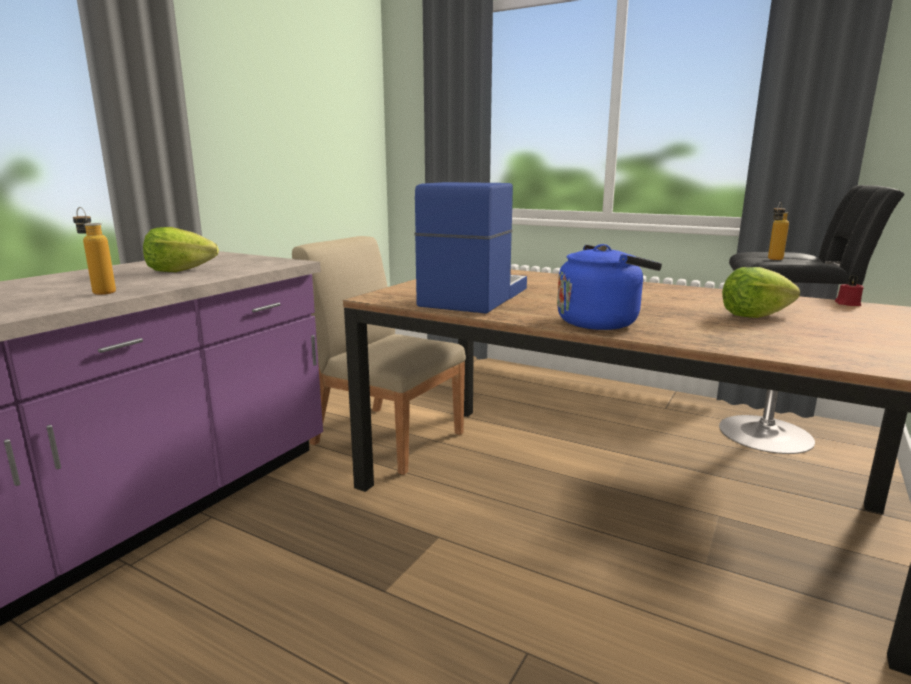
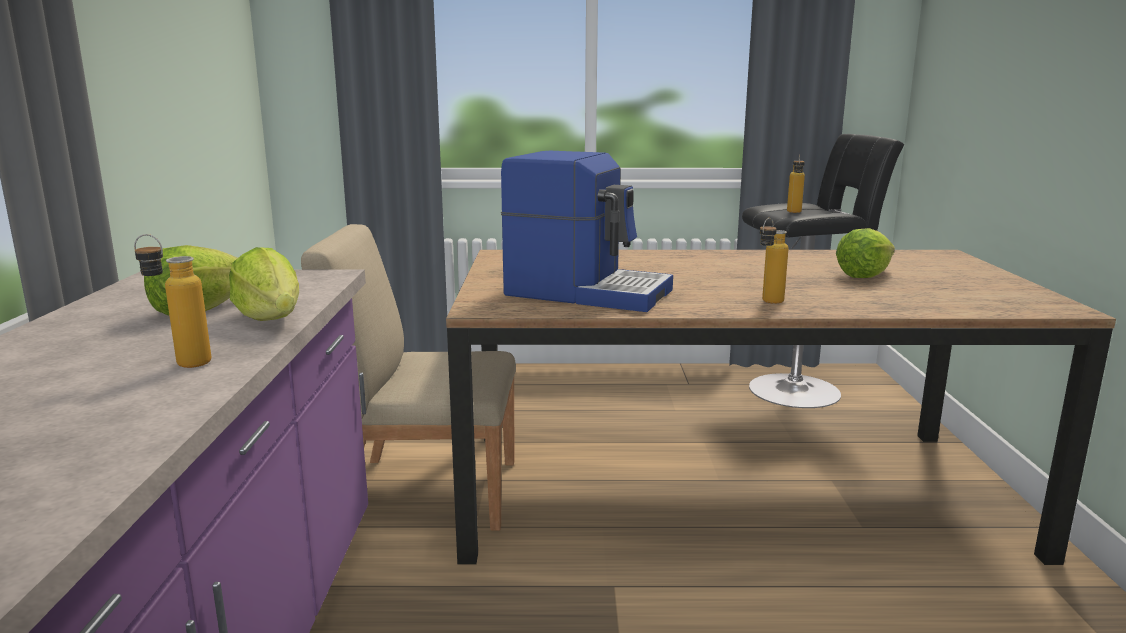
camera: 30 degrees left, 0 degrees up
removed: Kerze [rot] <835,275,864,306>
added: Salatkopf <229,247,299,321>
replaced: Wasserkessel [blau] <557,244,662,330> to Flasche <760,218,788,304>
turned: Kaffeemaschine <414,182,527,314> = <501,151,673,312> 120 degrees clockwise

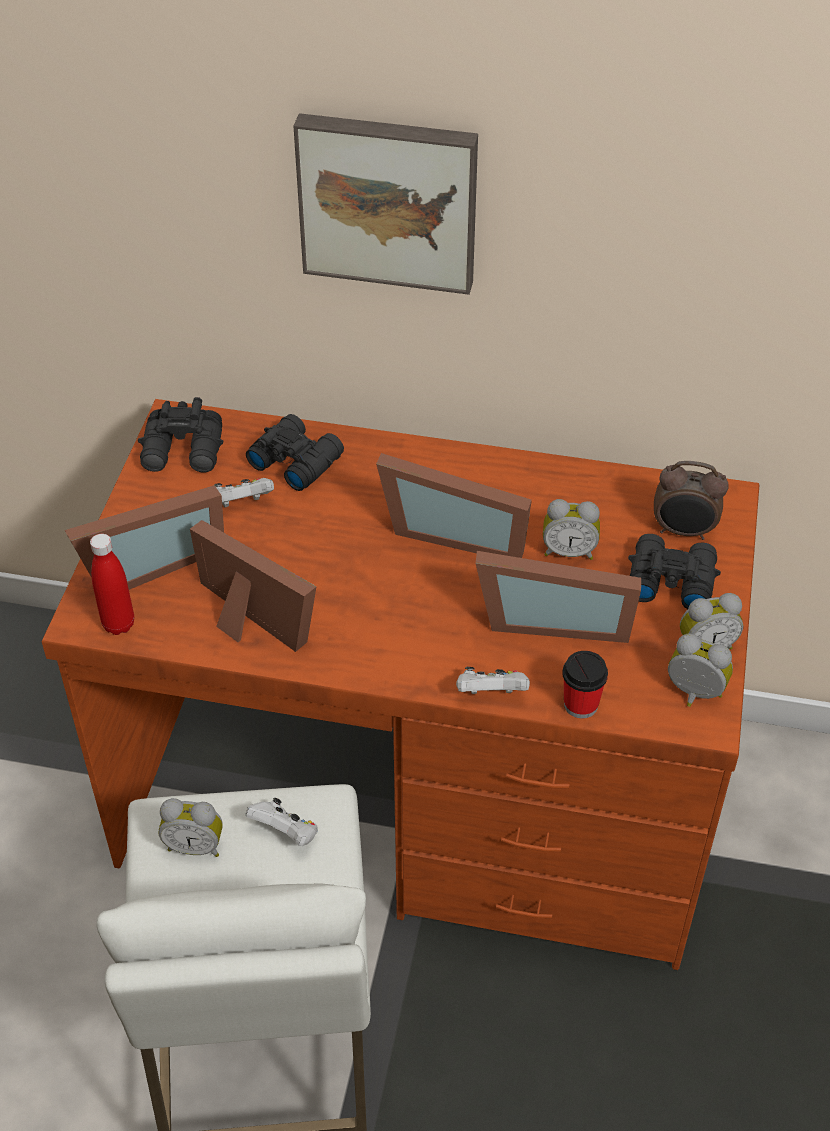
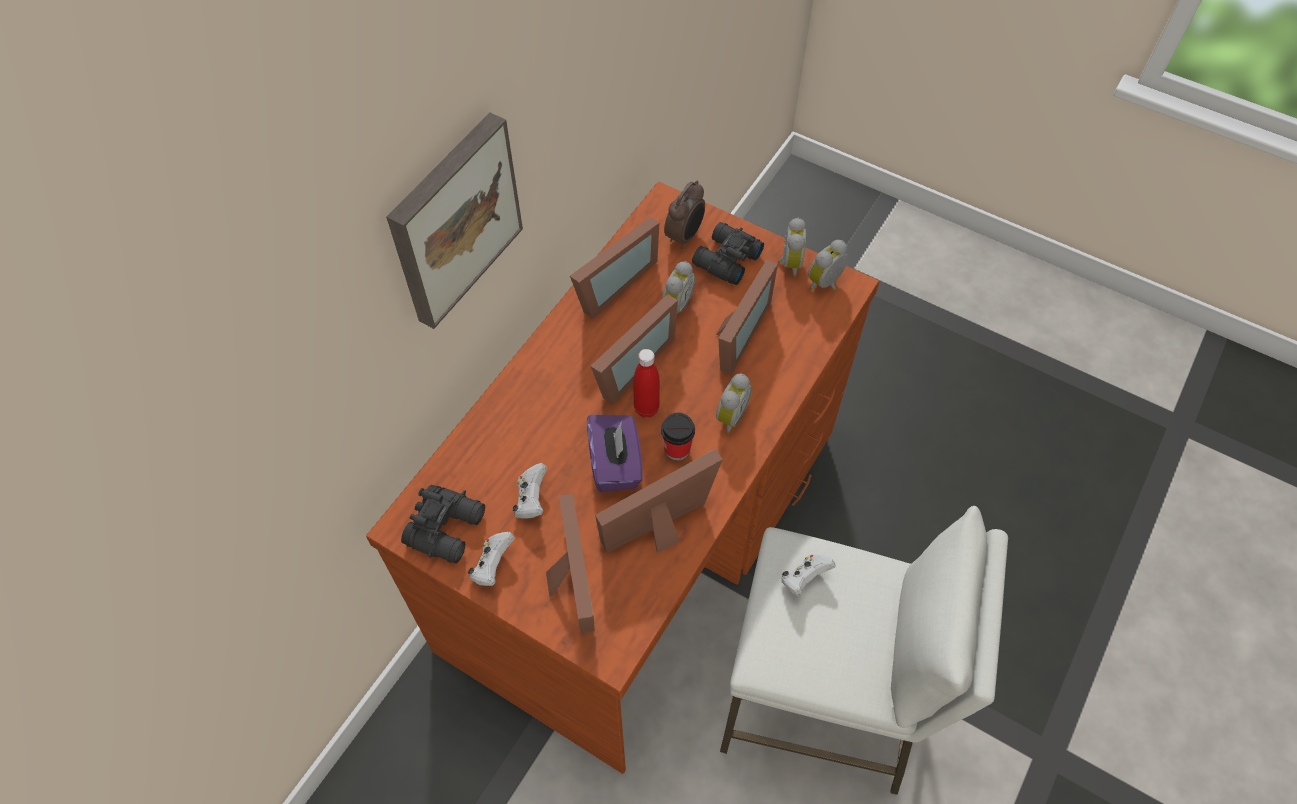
camera: 70 degrees left, 10 degrees up
removed: Fernglas [schwarz] <246,414,344,491>
added: Bilderrahmen <570,217,659,319>; Taschentuchbox [lila] <587,415,643,492>
moved: Flasche [rot] <90,534,134,635> to <634,349,660,417>; Tasse <562,651,608,718> to <661,413,695,461>; Gamepad [weiß] <456,667,530,694> to <468,532,515,586>; Wecker <159,798,223,857> to <716,374,752,434>

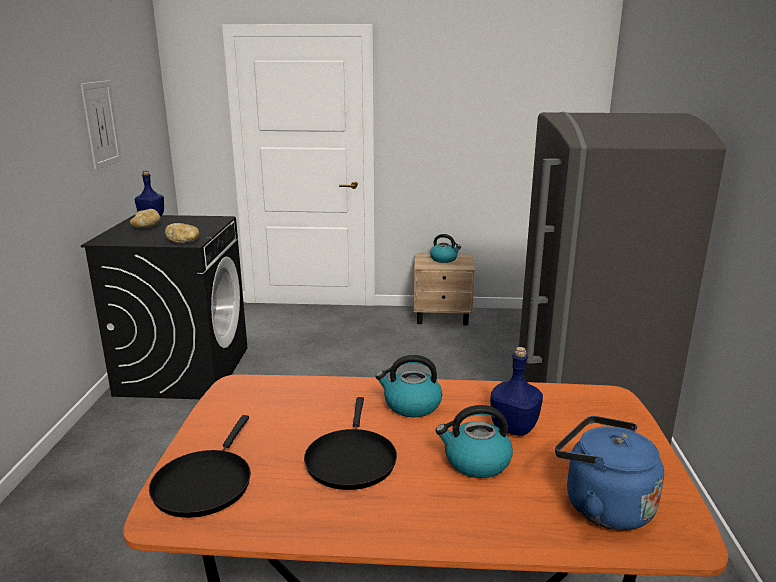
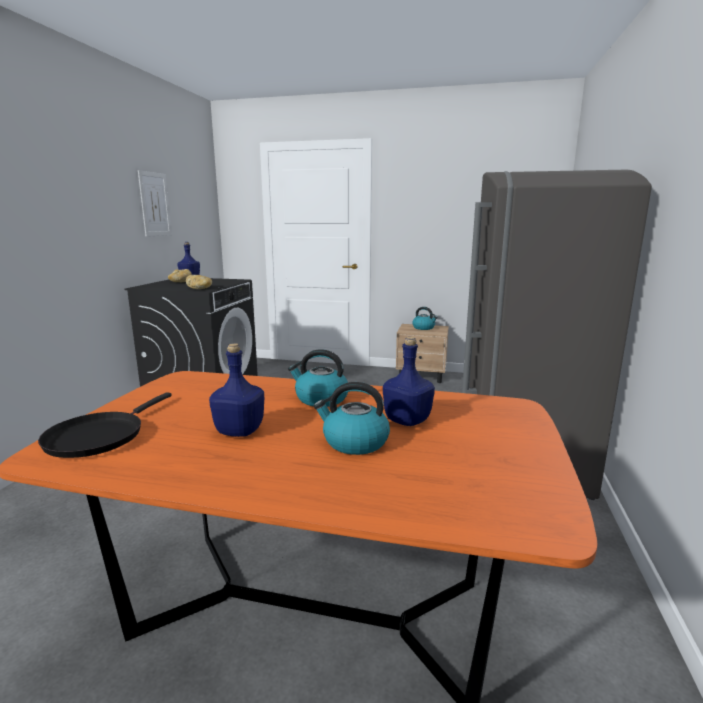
camera: 10 degrees right, 5 degrees down
removed: Wasserkessel [blau] <555,416,664,530>
replaced: Pfanne [schwarz] <304,397,397,490> to Flasche [blau] <209,343,264,437>

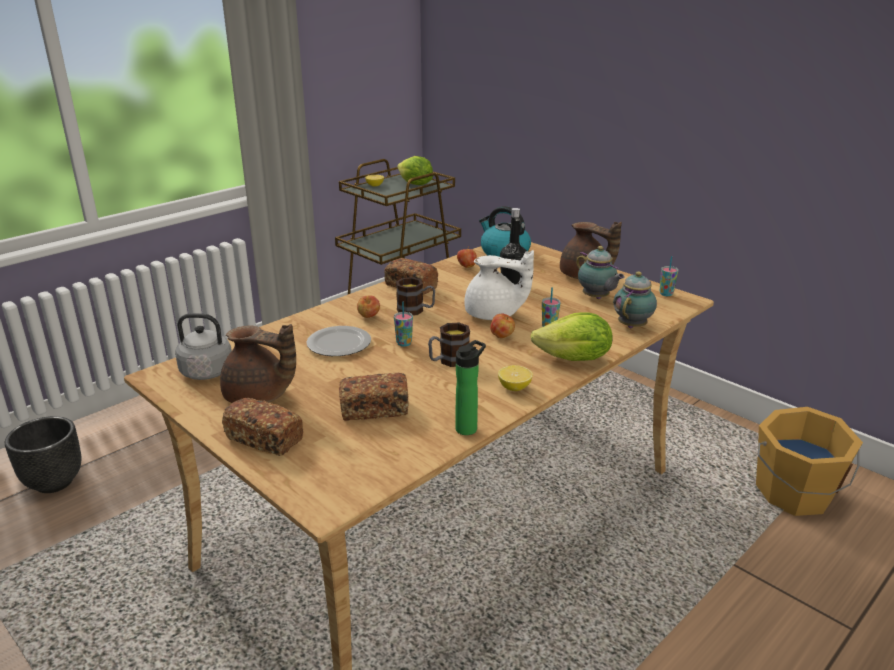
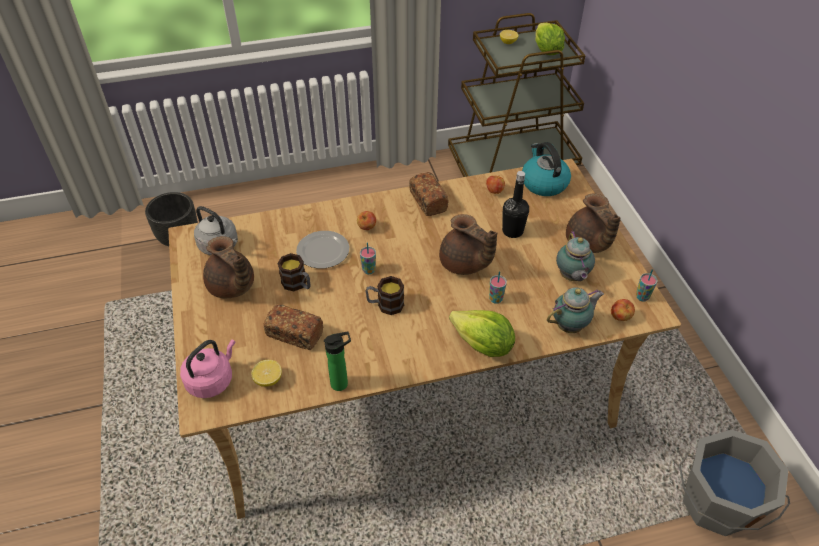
camera: 30 degrees right, 20 degrees up
removed: Brot <222,398,303,456>
added: Wasserkessel [rosa] <180,339,235,398>
moved: Henkelbecher <396,277,435,316> to <277,253,311,291>; Apfel <490,313,515,338> to <611,299,635,321>; Zitrone <498,365,533,391> to <251,360,282,387>
recoloured: Teekanne [weiß] <464,250,534,320> to Teekanne [braun] <439,214,497,275>; Eimer [orange] <756,407,863,516> to Eimer [grau] <679,430,790,536>

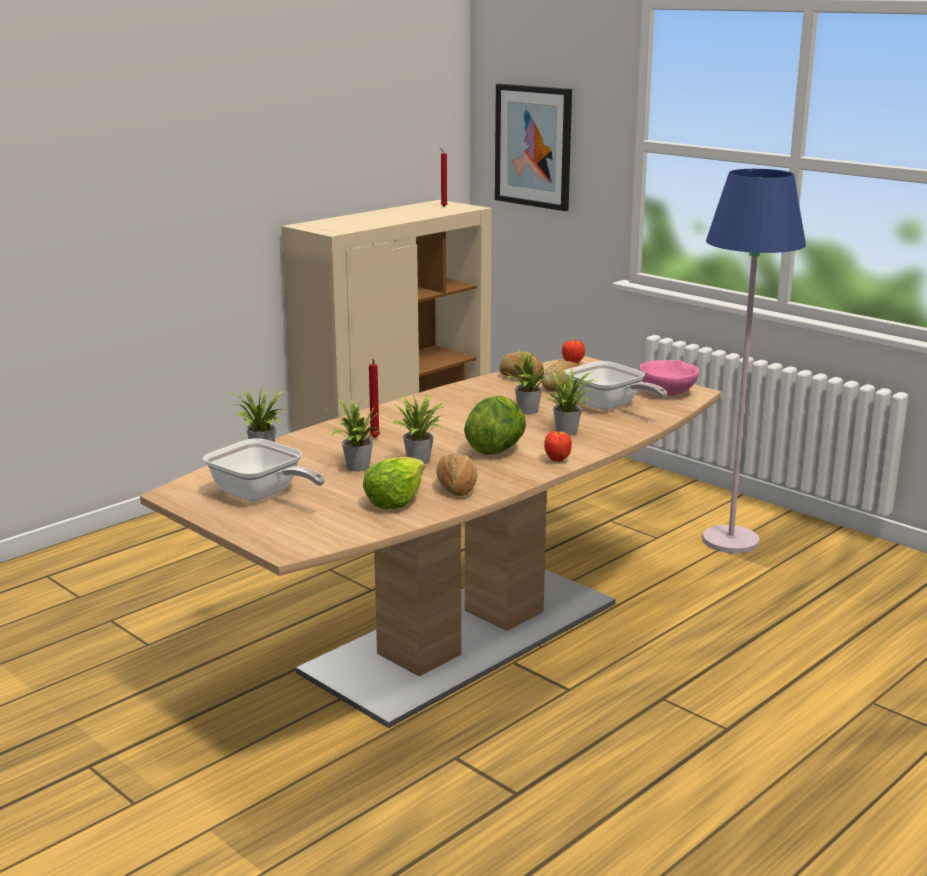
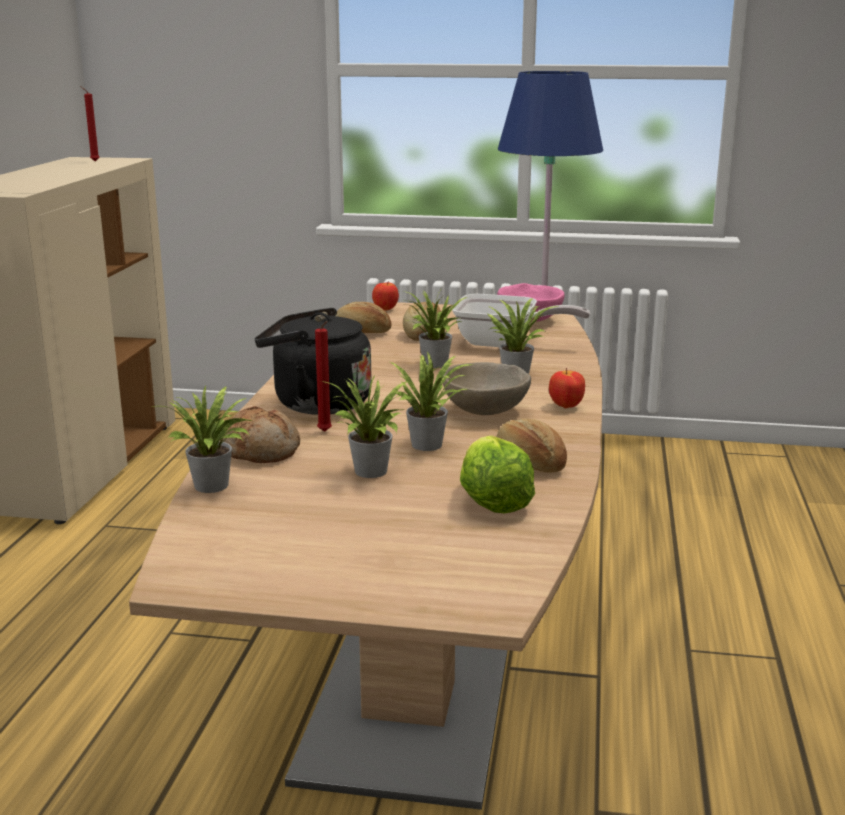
camera: 35 degrees left, 0 degrees up
removed: Bild <495,84,572,211>; Pfanne <203,438,325,502>
added: Wasserkessel [schwarz] <255,308,371,415>; Brot <220,406,300,463>
replaced: Salatkopf <464,396,526,455> to Schüssel [beige] <442,362,531,415>

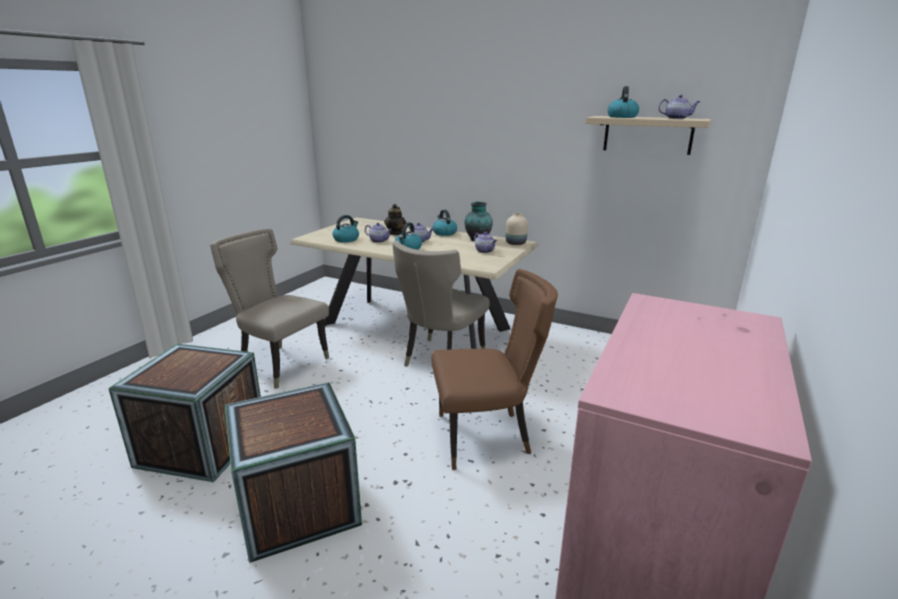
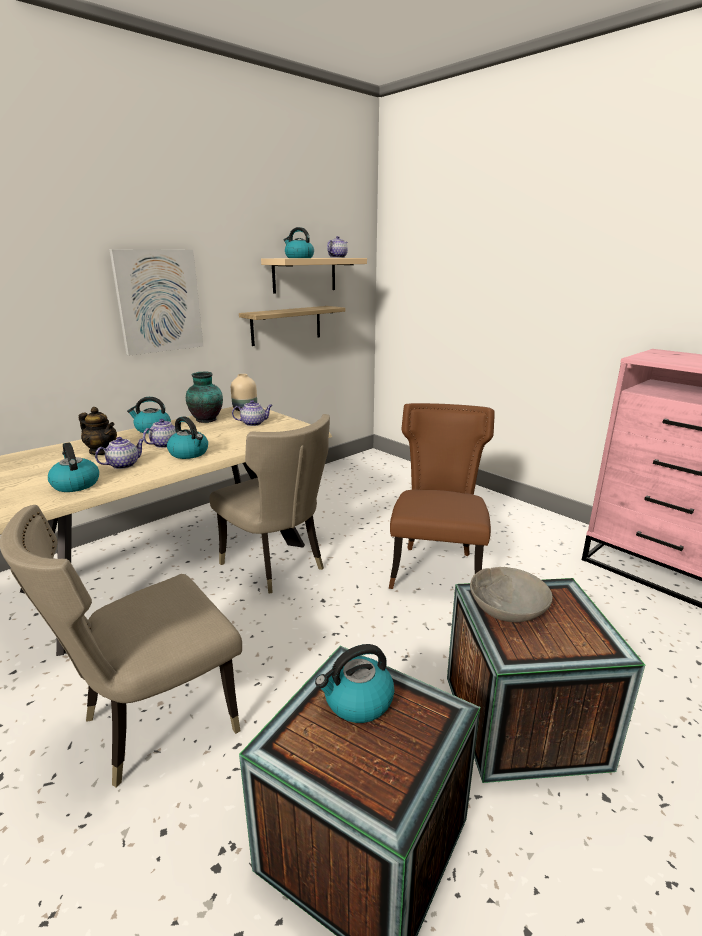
camera: 70 degrees left, 0 degrees up
added: Bild <109,249,203,356>; Wandregal <239,306,345,346>; Schüssel [grau] <470,567,553,622>; Wasserkessel <315,644,394,723>

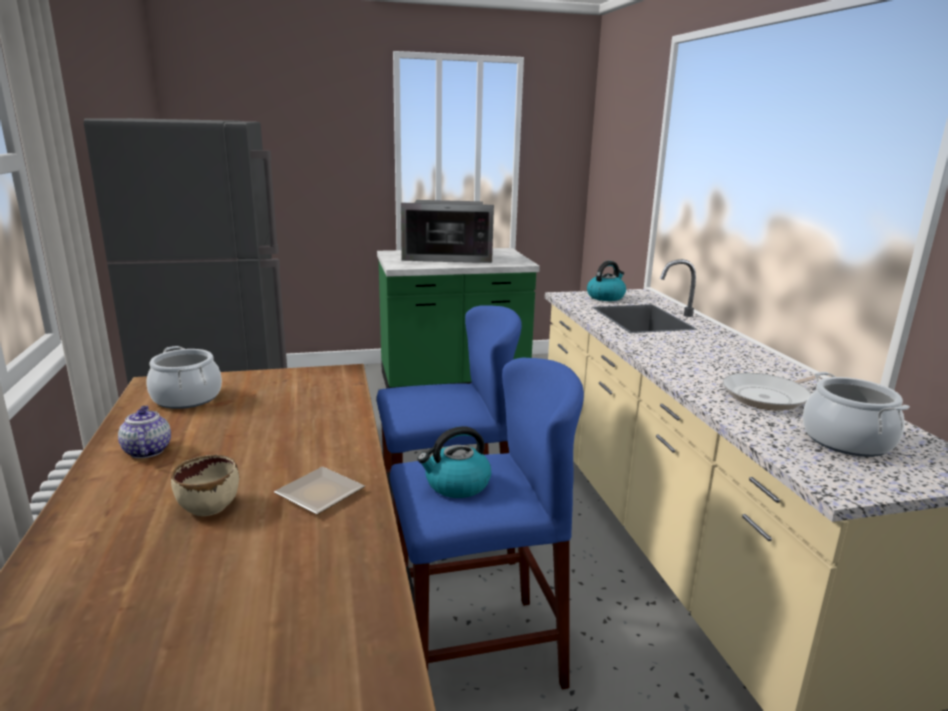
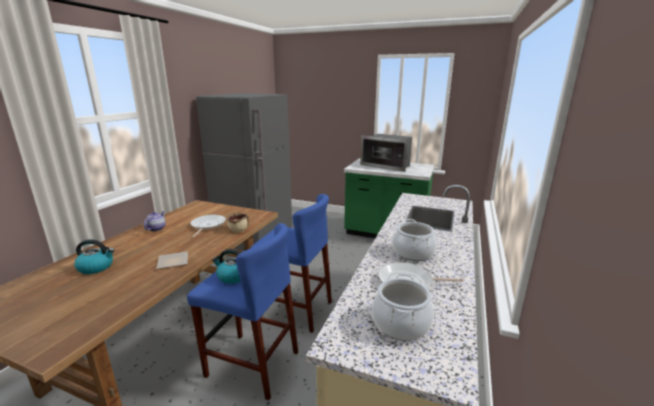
camera: 35 degrees right, 0 degrees up
added: Pfanne <191,215,226,238>
moved: Wasserkessel <587,261,626,301> to <74,239,115,274>; Kochtopf <146,346,222,409> to <392,219,437,261>; Schüssel [beige] <171,455,239,516> to <227,213,249,233>

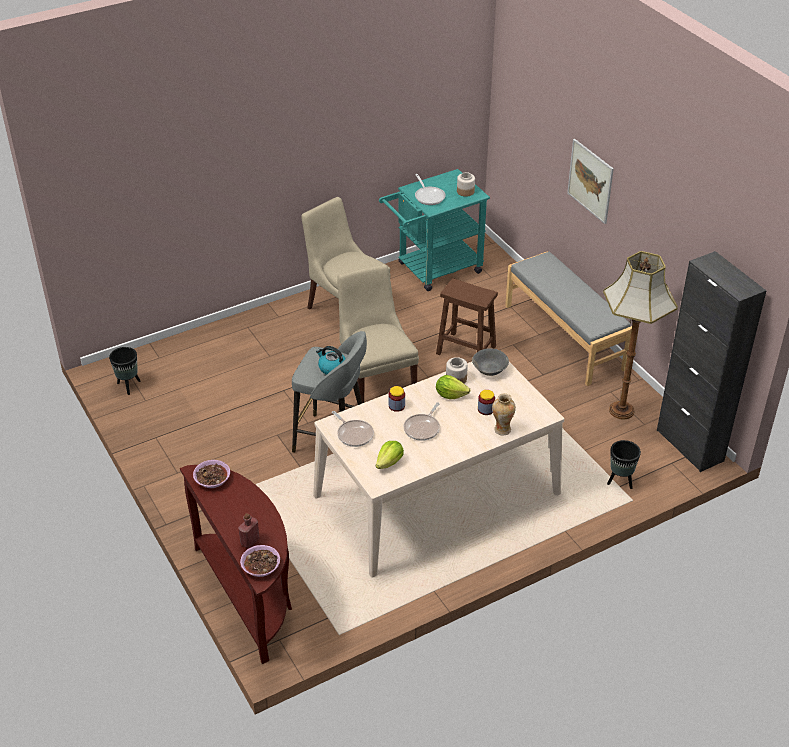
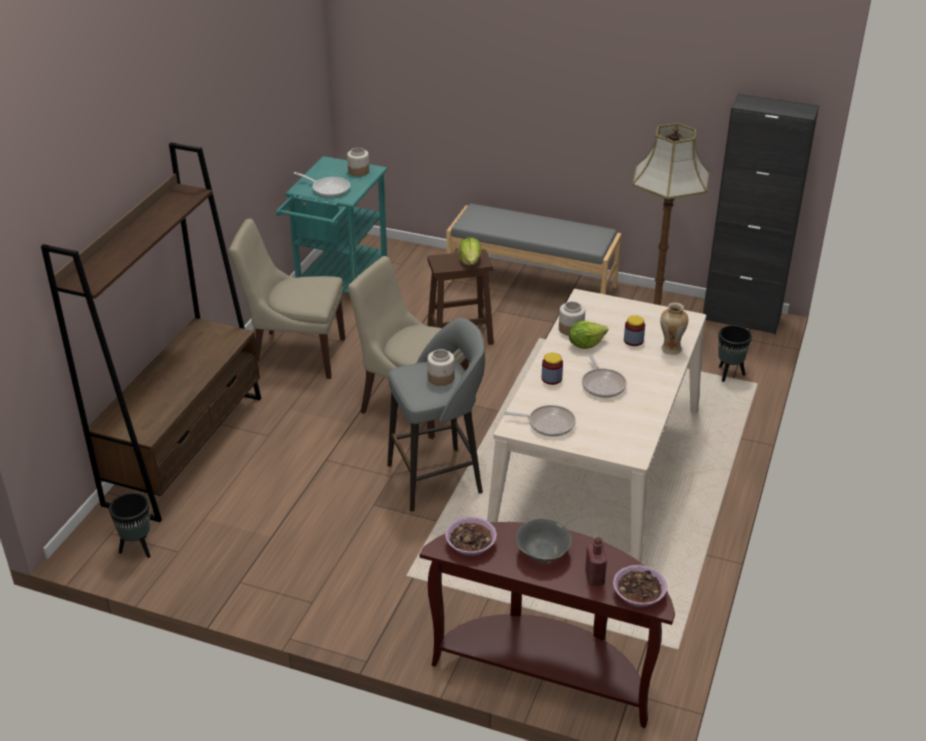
camera: 40 degrees left, 5 degrees down
removed: Bild <567,139,614,224>
added: Bücherregal [braun] <41,142,261,522>
moved: Schüssel [grau] <472,348,509,376> to <516,519,572,562>; Salatkopf <376,441,404,469> to <459,237,481,265>
replaced: Wasserkessel <316,346,346,375> to Vorratsglas <427,349,455,386>

